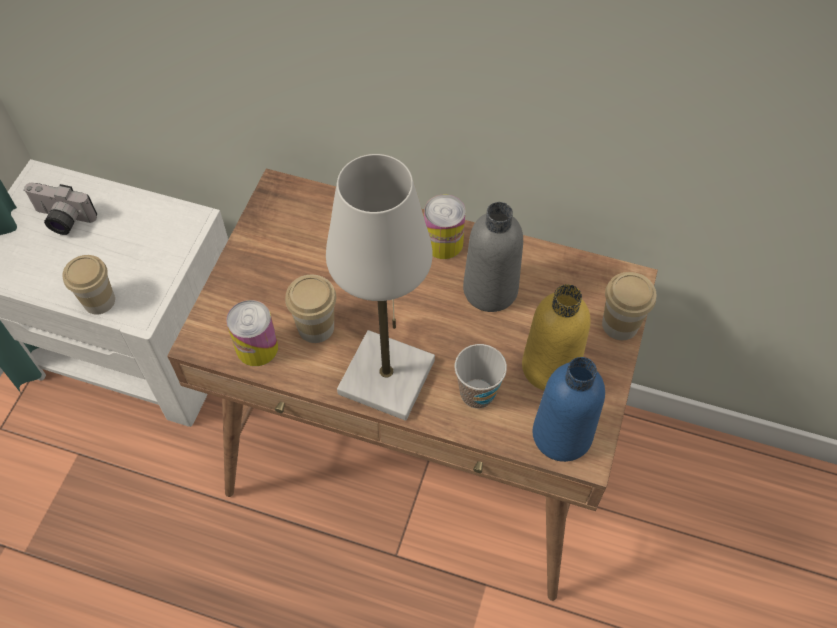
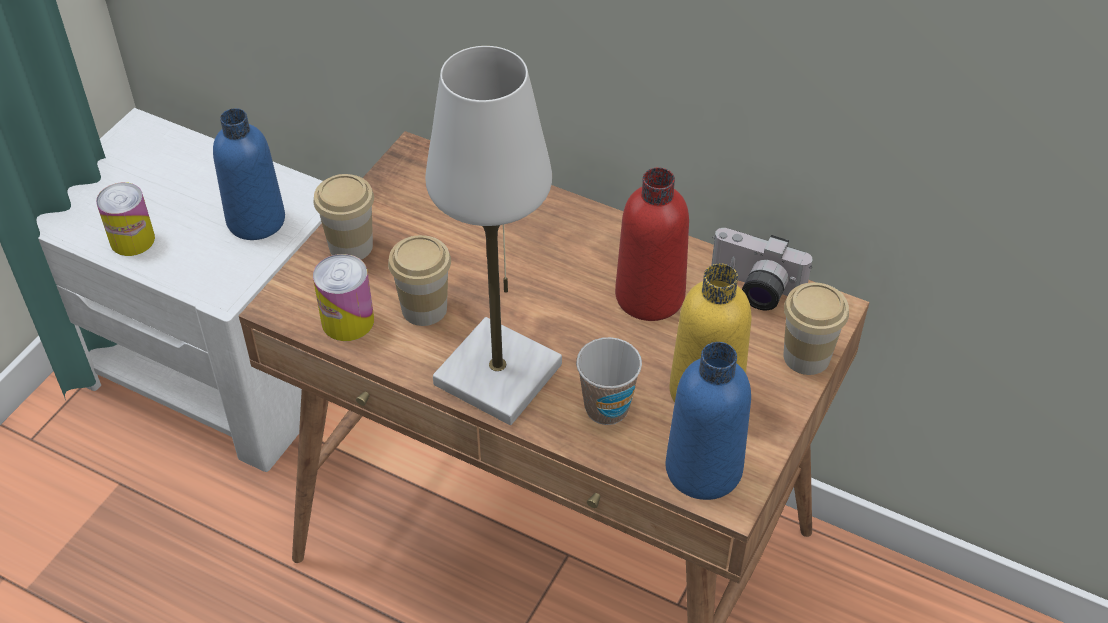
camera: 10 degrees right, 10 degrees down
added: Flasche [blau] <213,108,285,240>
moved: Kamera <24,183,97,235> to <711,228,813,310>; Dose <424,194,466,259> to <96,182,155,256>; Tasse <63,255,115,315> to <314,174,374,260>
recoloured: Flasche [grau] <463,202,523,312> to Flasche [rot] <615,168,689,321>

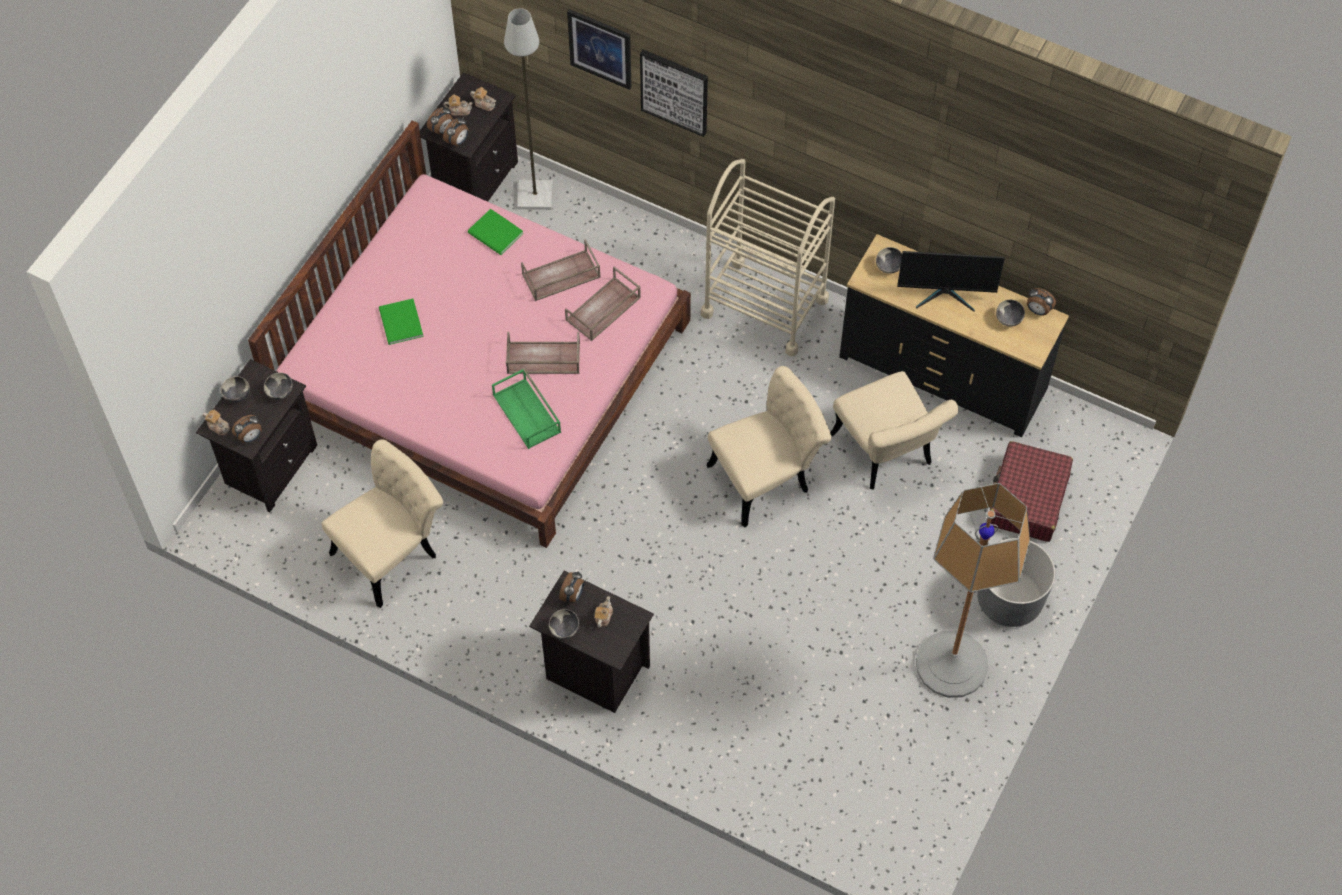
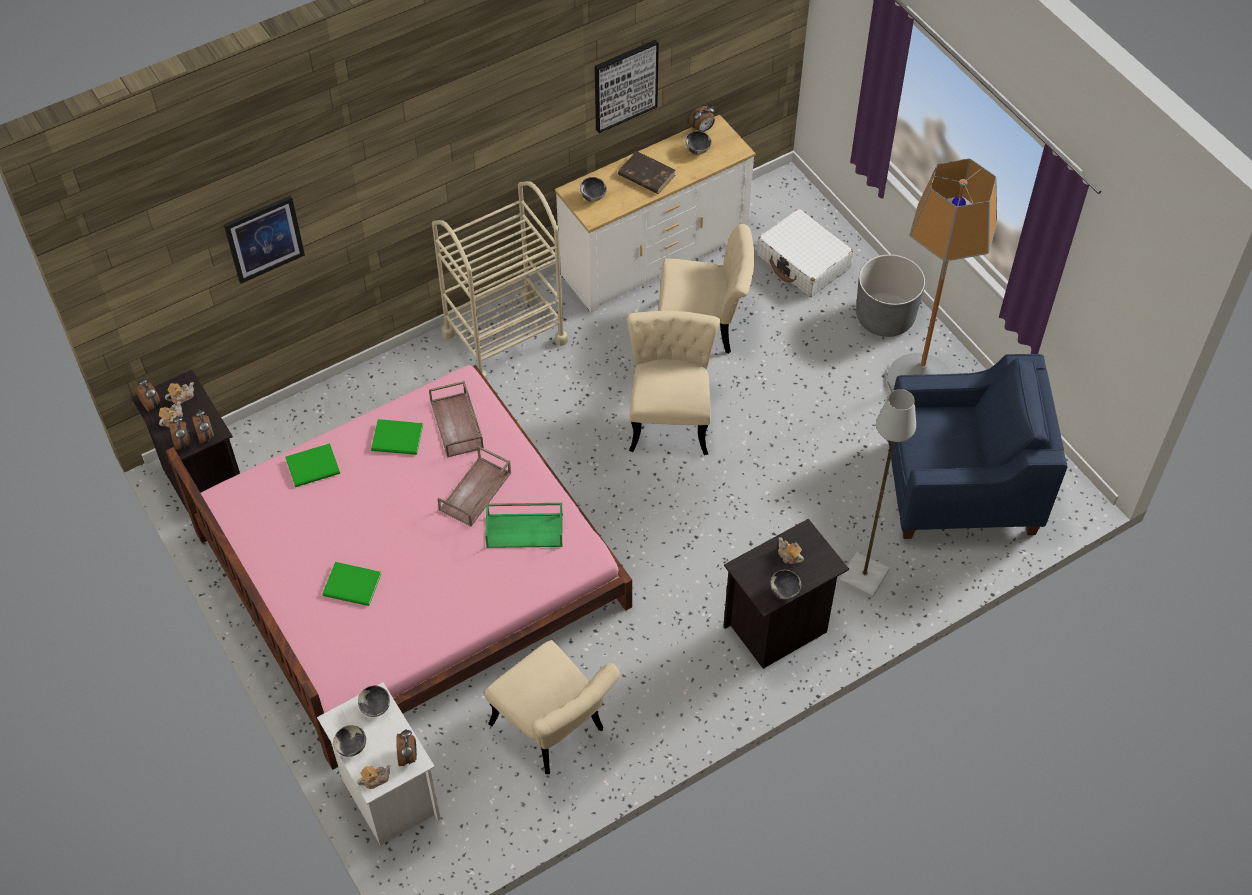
camera: 60 degrees left, 5 degrees down
added: Sessel [blau] <888,354,1068,539>
moved: Stehlampe [grau] <504,8,553,210> to <840,389,916,598>; Bild <640,50,708,137> to <595,40,659,133>; Wecker <559,571,584,603> to <135,378,160,412>
replaced: Tablett [braun] <521,239,601,301> to Buch [grün] <371,419,423,455>; Monitor <897,251,1005,312> to Buch [braun] <618,151,676,194>
recoloured: Kommode [schwarz] <839,234,1069,437> to Kommode [weiß] <555,115,755,313>; Nachttisch [schwarz] <196,359,317,513> to Nachttisch [weiß] <317,682,441,846>; Koffer [rot] <987,441,1073,542> to Koffer [weiß] <757,209,853,297>
turned: Stuhl [beige] <321,439,443,608> = <485,640,620,774> 150 degrees clockwise

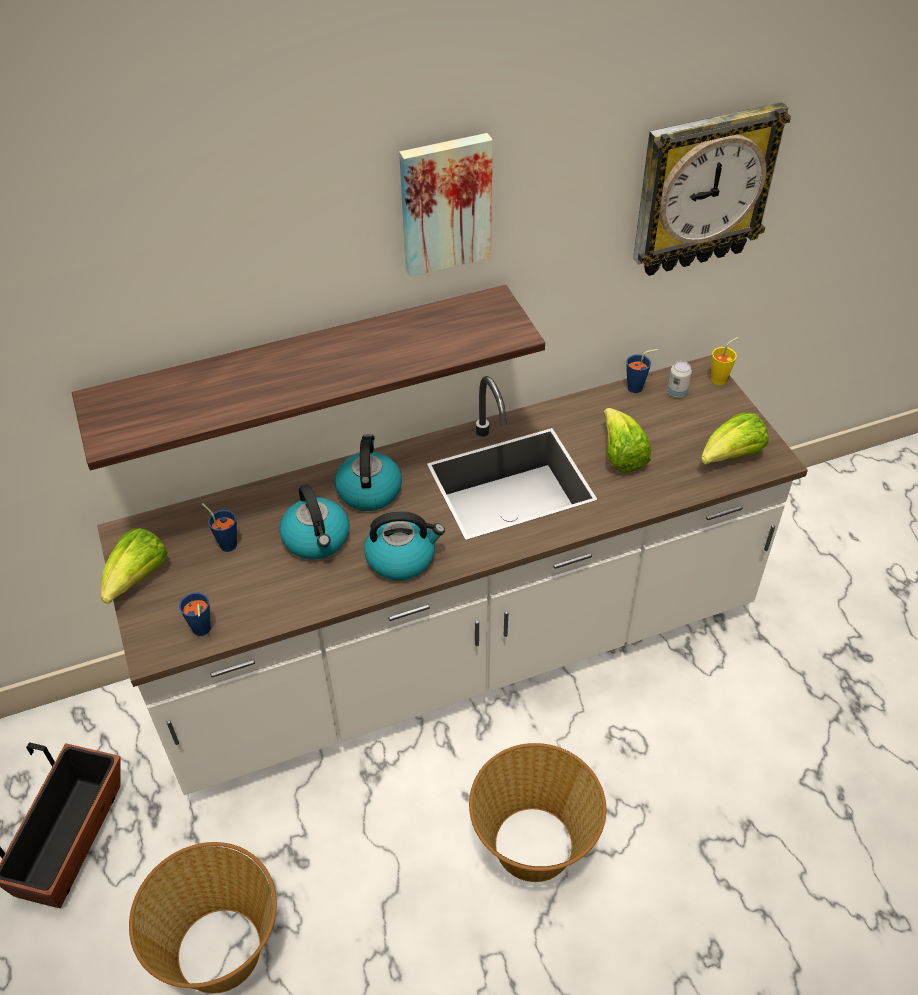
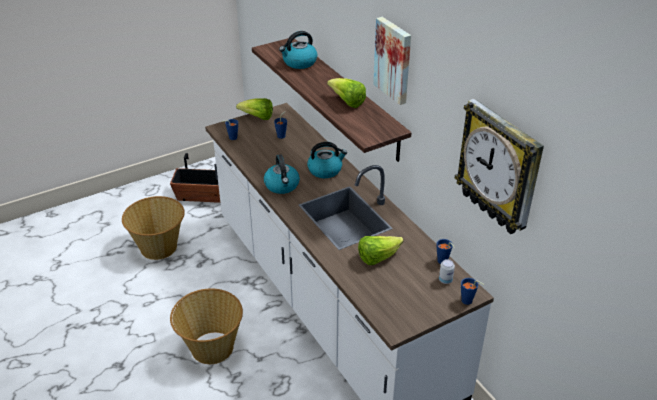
camera: 80 degrees right, 10 degrees down
moved: Salatkopf <701,412,769,465> to <327,78,366,108>; Wasserkessel <279,484,350,559> to <279,31,317,69>
recoloured: Tasse [gelb] <711,337,738,385> to Tasse [blau] <461,278,484,305>

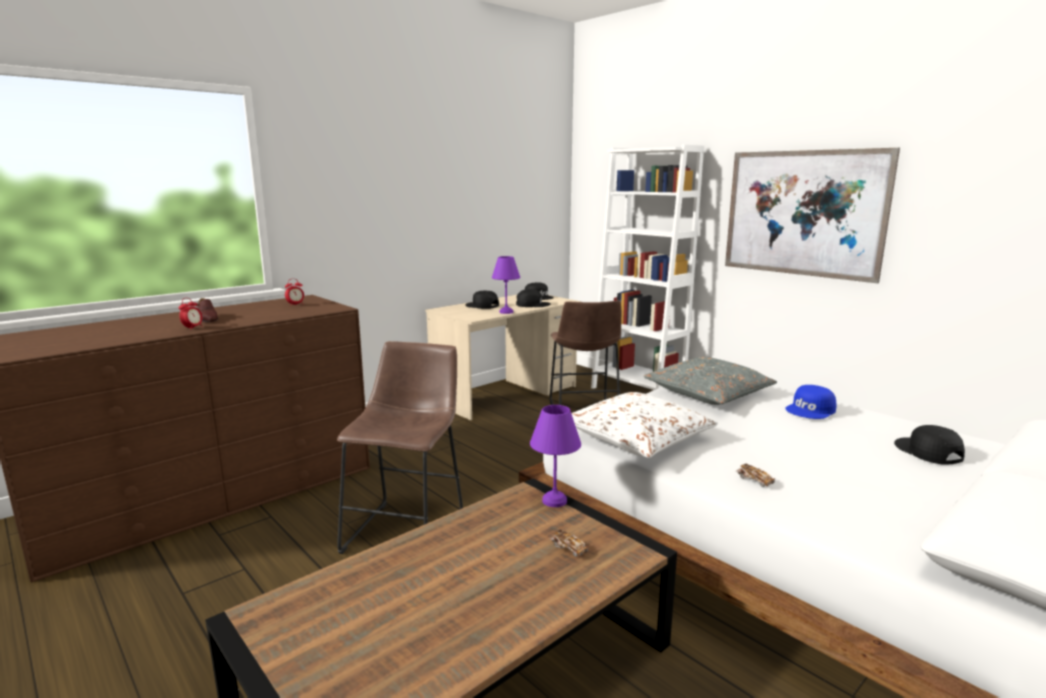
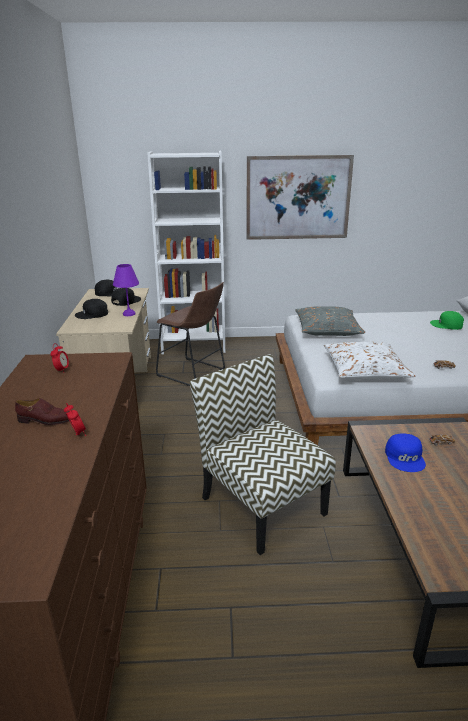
camera: 50 degrees left, 10 degrees up
removed: Tischlampe [lila] <530,405,581,507>
moved: Kappe [blau] <785,385,837,419> to <385,433,426,472>
replaced: Hocker [braun] <337,341,463,554> to Stuhl <190,354,336,555>
recoloured: Kappe [schwarz] <894,425,965,464> to Kappe [grün] <430,311,464,330>

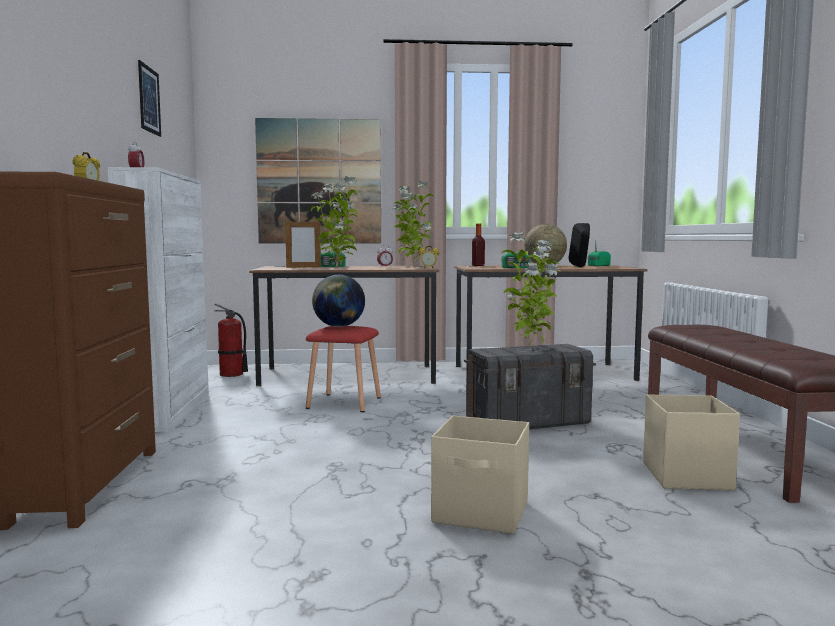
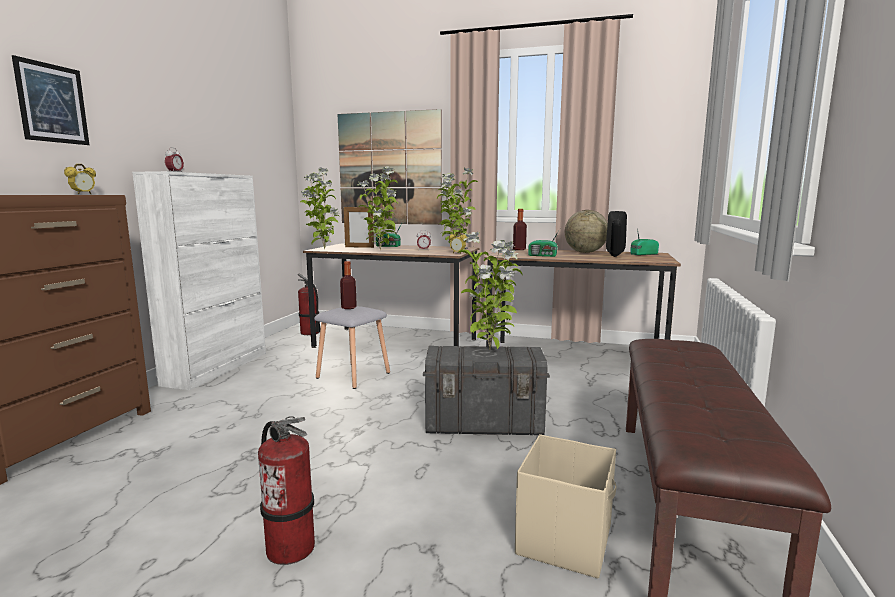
camera: 20 degrees right, 5 degrees up
added: Topfpflanze <300,168,339,249>
moved: Bild <138,60,161,137> to <12,55,89,145>
replaced: Globus <312,275,365,327> to Flasche <340,261,357,309>; Aufbewahrungsbox [beige] <431,415,529,534> to Feuerlöscher <258,416,315,565>
recoloured: Hocker [rot] <306,326,381,412> to Hocker [grau] <314,306,390,389>

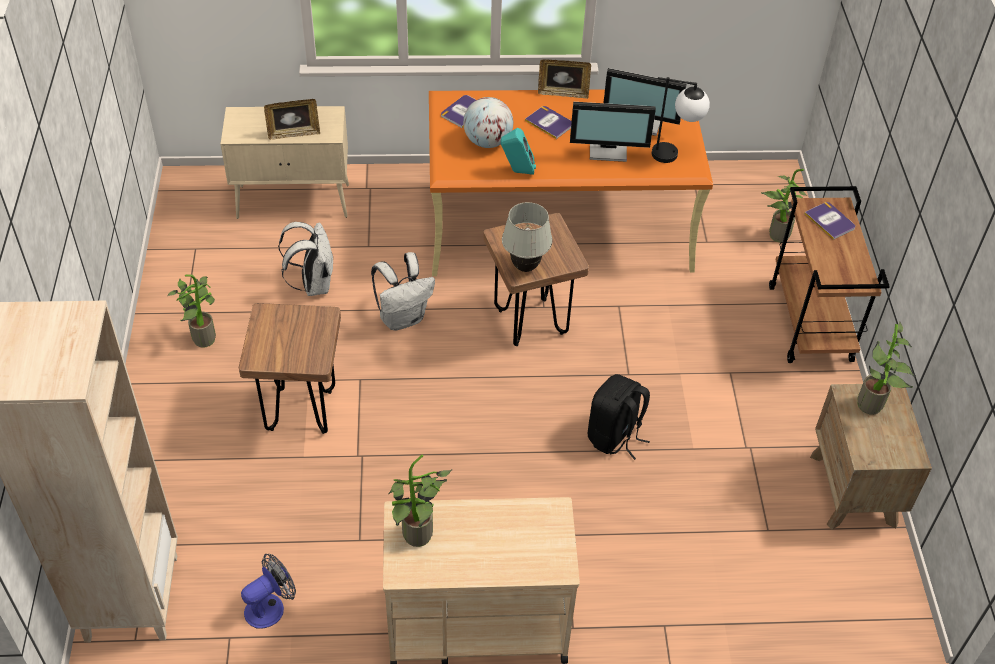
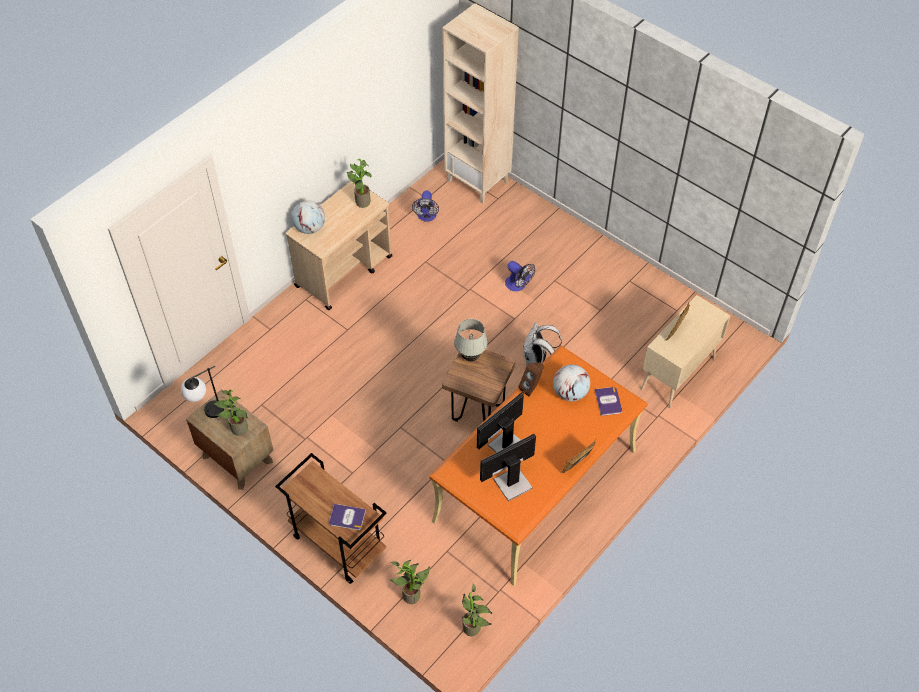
camera: 135 degrees right, 5 degrees up
removed: Buch <525,106,572,139>; Rucksack [weiß] <278,222,334,296>; Rucksack [schwarz] <588,374,650,460>
added: Globus <292,200,325,234>
moved: Tischlampe <652,77,710,163> to <181,366,224,418>; Topfpflanze <167,274,216,348> to <462,584,492,636>
replaced: Hocker [braun] <239,303,341,434> to Ventilator <505,261,535,291>
recoloured: Lautsprecher [türkis] <501,128,536,175> to Lautsprecher [braun] <519,362,544,396>

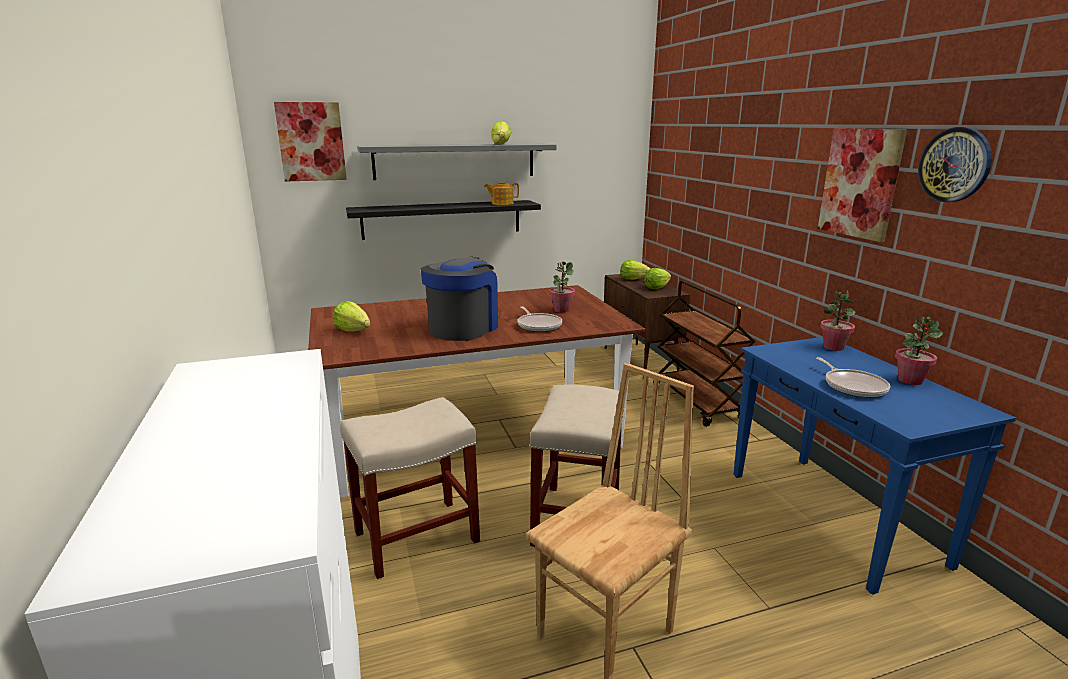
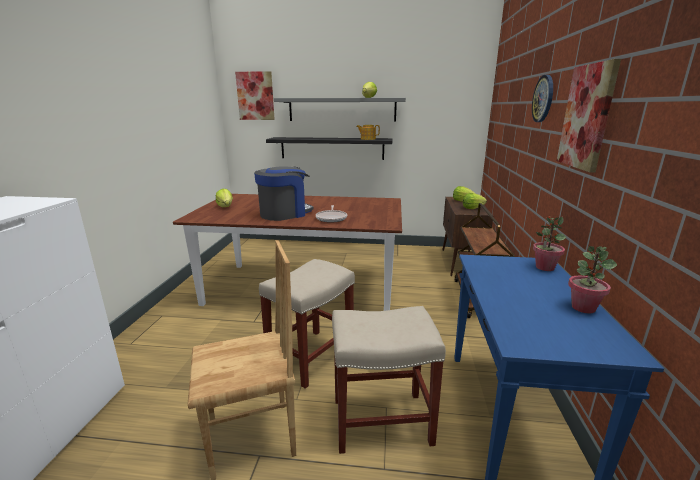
camera: 25 degrees right, 0 degrees up
removed: Topfpflanze <549,261,575,313>; Pfanne <816,357,890,398>
moved: Wanduhr <918,127,992,202> to <532,75,553,122>; Hocker [beige] <340,397,480,579> to <332,306,446,454>

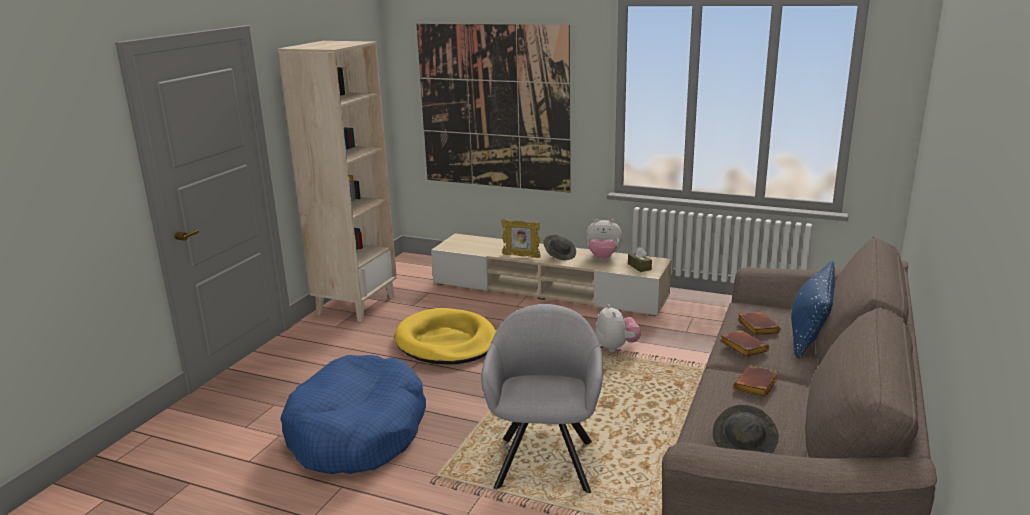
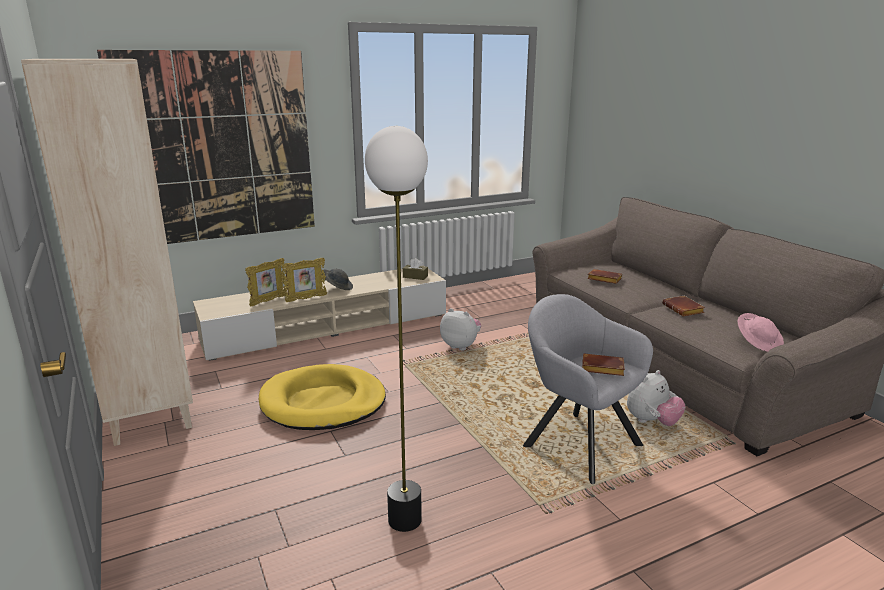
camera: 50 degrees left, 0 degrees up
removed: Kissen [blau] <791,260,835,358>
added: Bilderrahmen <245,258,287,306>
moved: Plüschtier <586,219,622,259> to <627,370,685,426>; Buch [braun] <720,330,769,357> to <582,354,625,376>
replaced: Hundebett [blau] <281,355,426,474> to Stehlampe <365,126,428,532>
recoloured: Hut [grau] <713,405,779,454> to Hut [rosa] <738,313,784,352>

